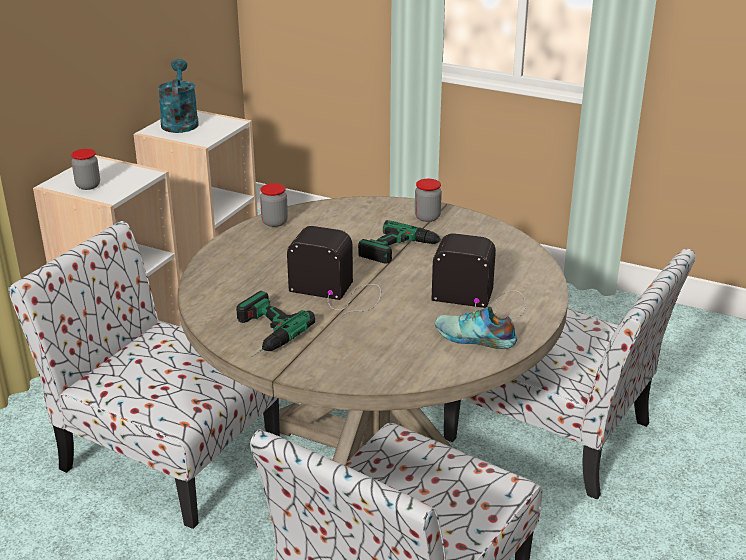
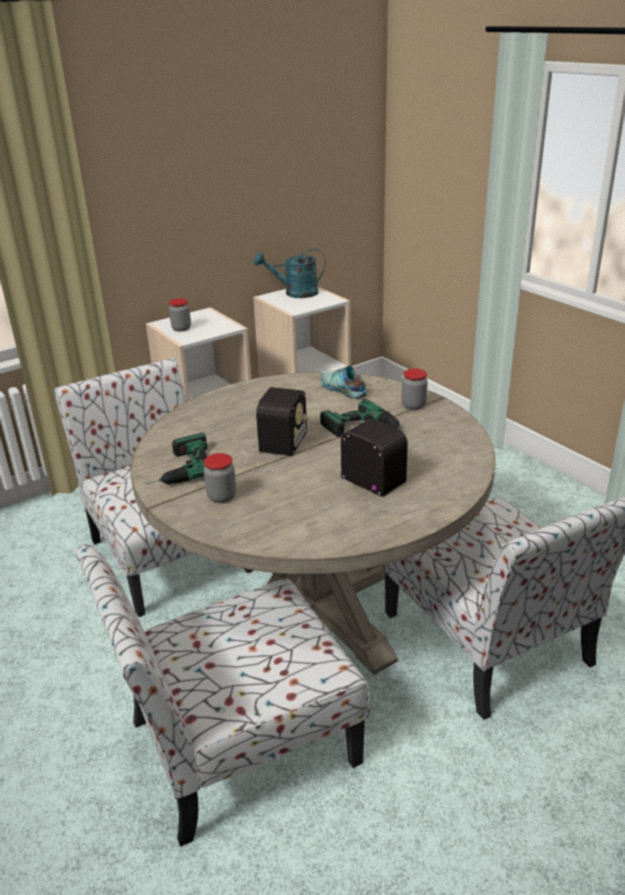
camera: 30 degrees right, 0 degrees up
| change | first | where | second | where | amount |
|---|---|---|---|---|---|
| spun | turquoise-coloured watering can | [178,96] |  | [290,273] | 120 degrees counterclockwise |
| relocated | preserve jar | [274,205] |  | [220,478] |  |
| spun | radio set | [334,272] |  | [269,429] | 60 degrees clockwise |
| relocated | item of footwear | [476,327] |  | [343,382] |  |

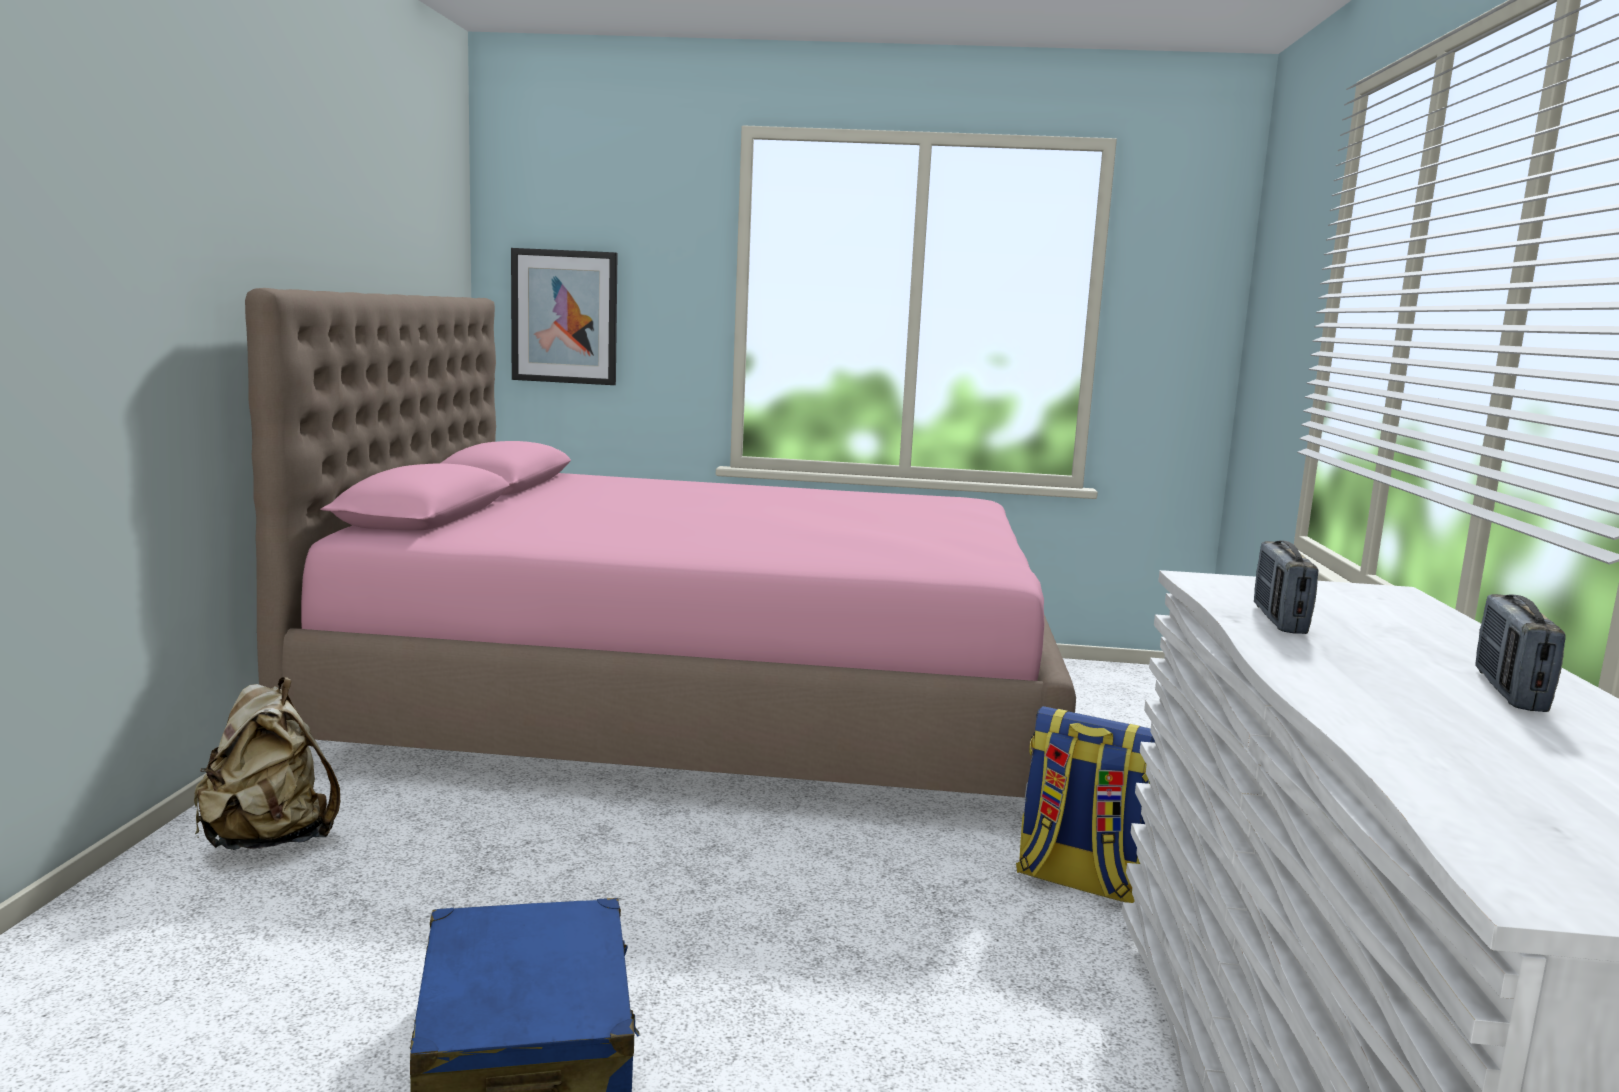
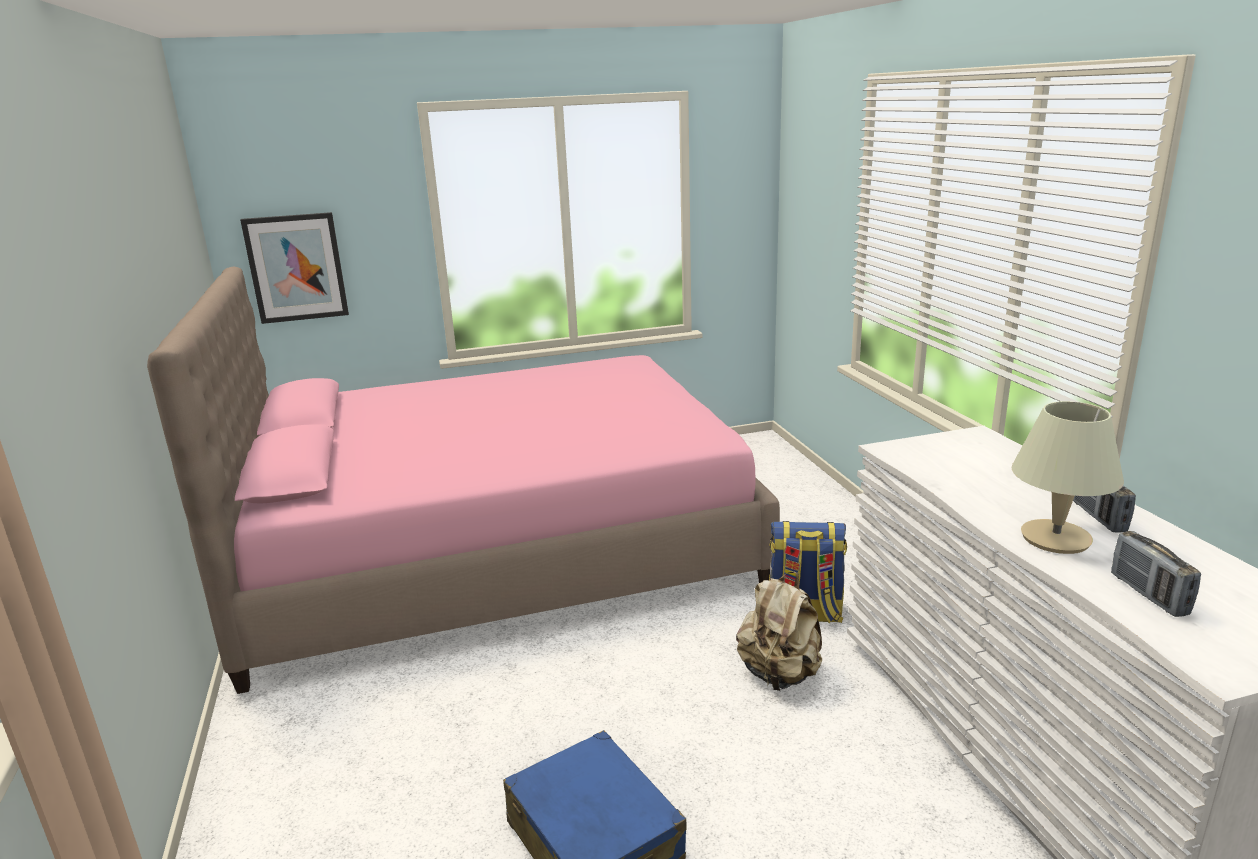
camera: 20 degrees left, 10 degrees up
| change | first | where | second | where | amount |
|---|---|---|---|---|---|
| relocated | beige-coloured knapsack | [267,763] |  | [779,631] |  |
| relocated | radio set | [1286,587] |  | [1156,574] |  |
| appeared |  |  | beige-coloured lamp for a table | [1068,477] |  |

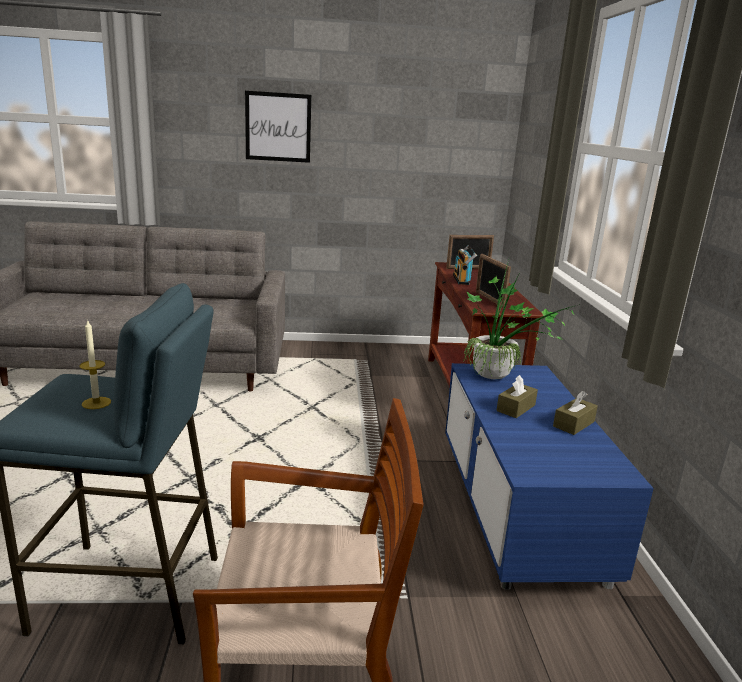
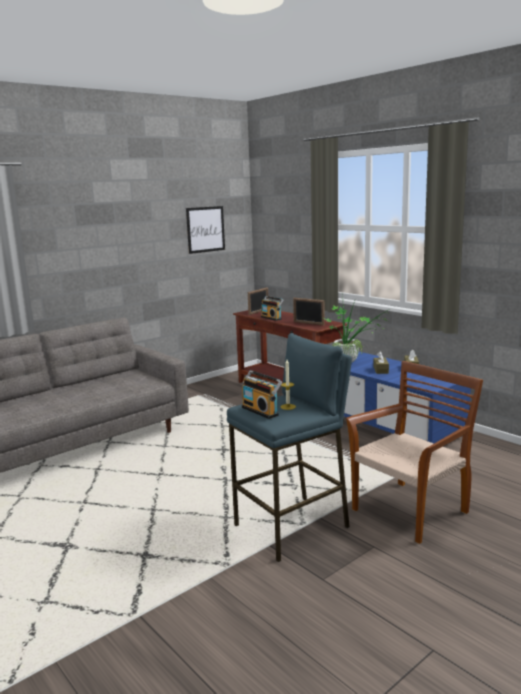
camera: 35 degrees left, 5 degrees down
| change | first | where | second | where | amount |
|---|---|---|---|---|---|
| relocated | wall art | [278,127] |  | [205,230] |  |
| appeared |  |  | radio set | [262,394] |  |

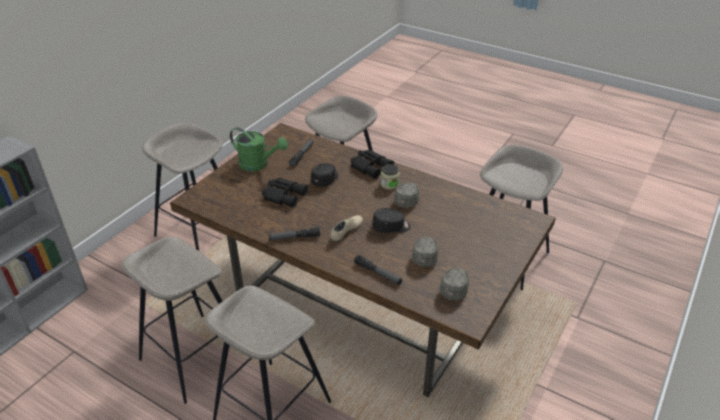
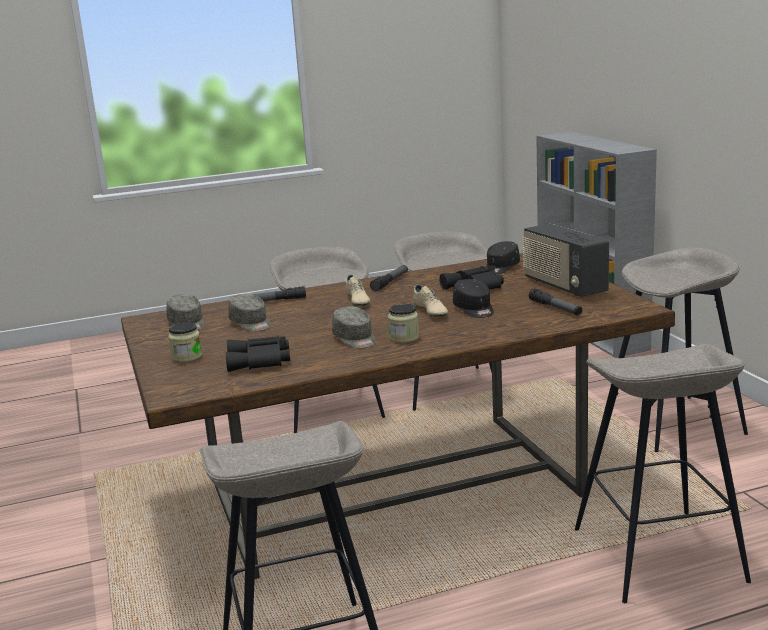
camera: 130 degrees right, 20 degrees down
| change | first | where | second | where | amount |
|---|---|---|---|---|---|
| exchanged | green-coloured watering can | [259,149] | radio set | [565,260] |  |
| relocated | blackish pair of binoculars | [372,164] |  | [258,354] |  |
| relocated | blackish peaked cap | [391,220] |  | [503,257] |  |
| appeared |  |  | preserve jar | [185,342] |  |
| appeared |  |  | beige-coloured item of footwear | [430,301] |  |

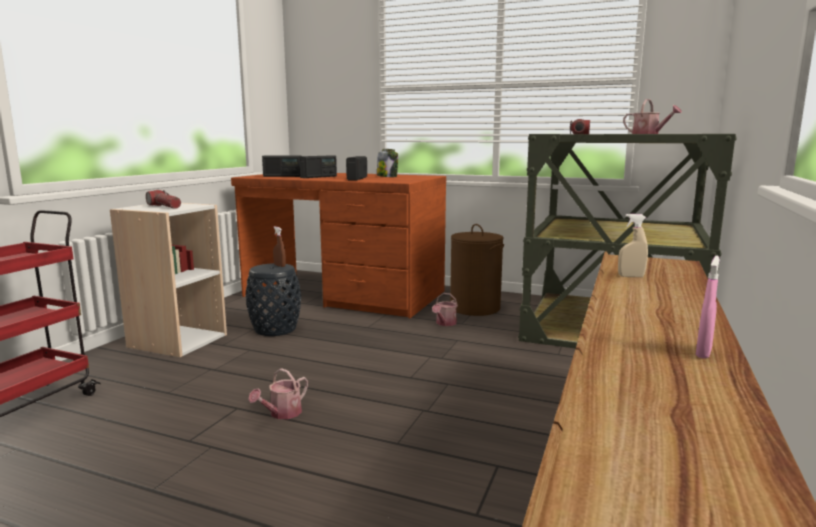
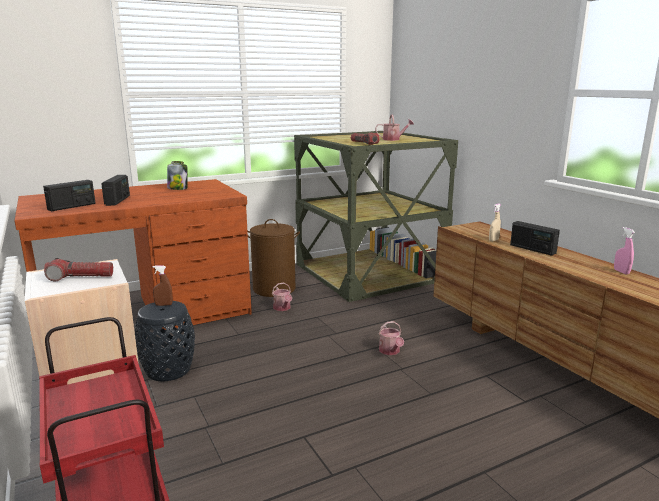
camera: 50 degrees left, 5 degrees up
| change | first | where | second | where | amount |
|---|---|---|---|---|---|
| relocated | watering can | [278,393] |  | [391,338] |  |
| relocated | radio set | [356,168] |  | [535,238] |  |

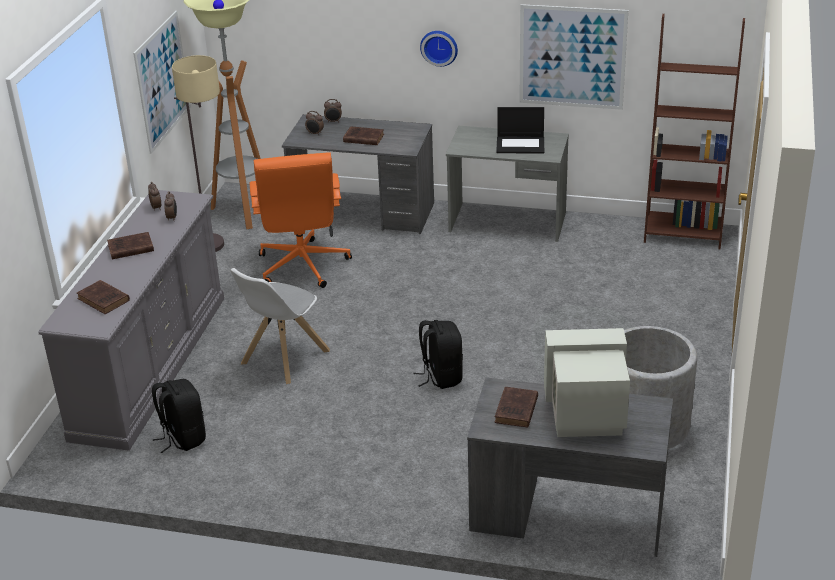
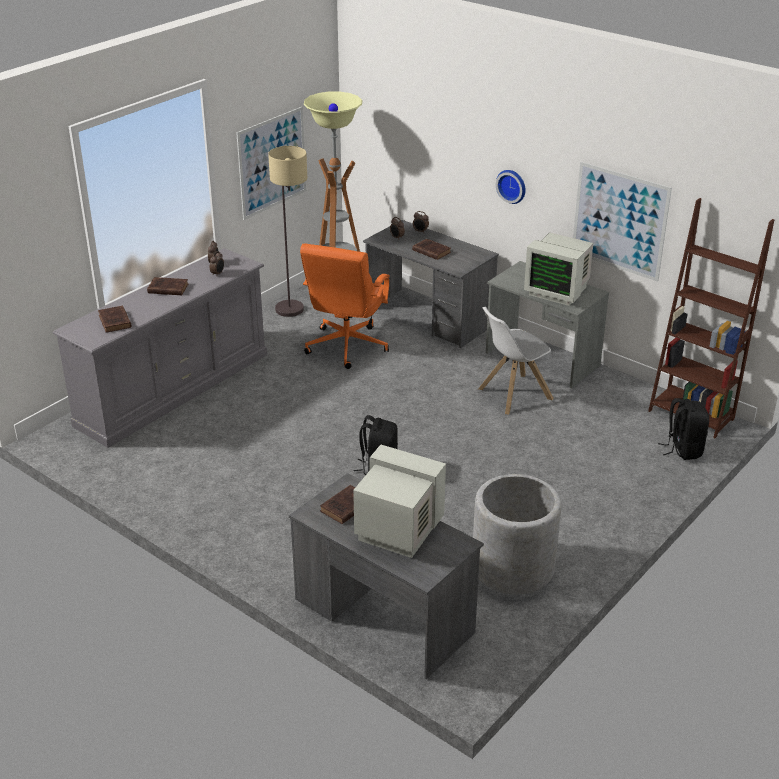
camera: 25 degrees right, 0 degrees up
| change | first | where | second | where | amount |
|---|---|---|---|---|---|
| relocated | blackish knapsack | [179,416] |  | [683,429] |  |
| relocated | plain chair | [280,326] |  | [516,360] |  |
| exchanged | laptop | [520,130] | monitor | [558,269] |  |

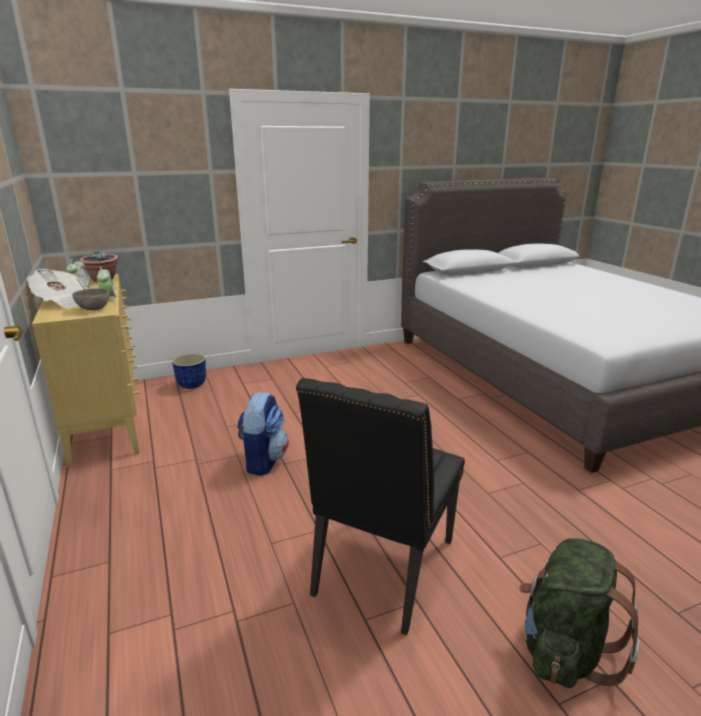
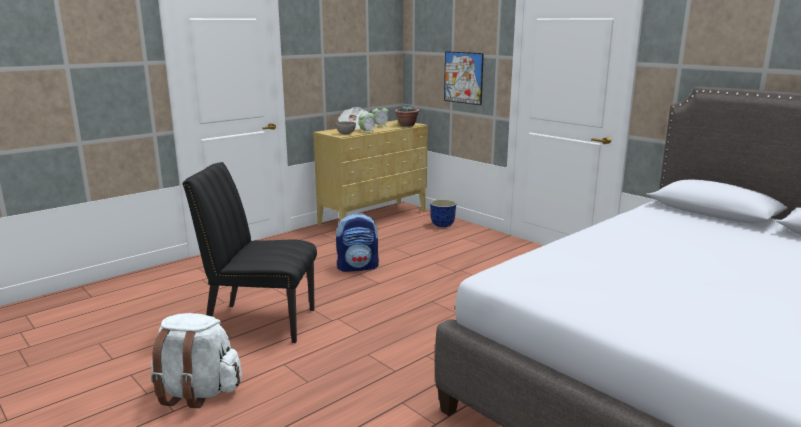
camera: 70 degrees right, 5 degrees down
| change | first | where | second | where | amount |
|---|---|---|---|---|---|
| colour | green-coloured knapsack | [579,613] | whitish knapsack | [196,360] |  |
| appeared |  |  | wall art | [464,78] |  |

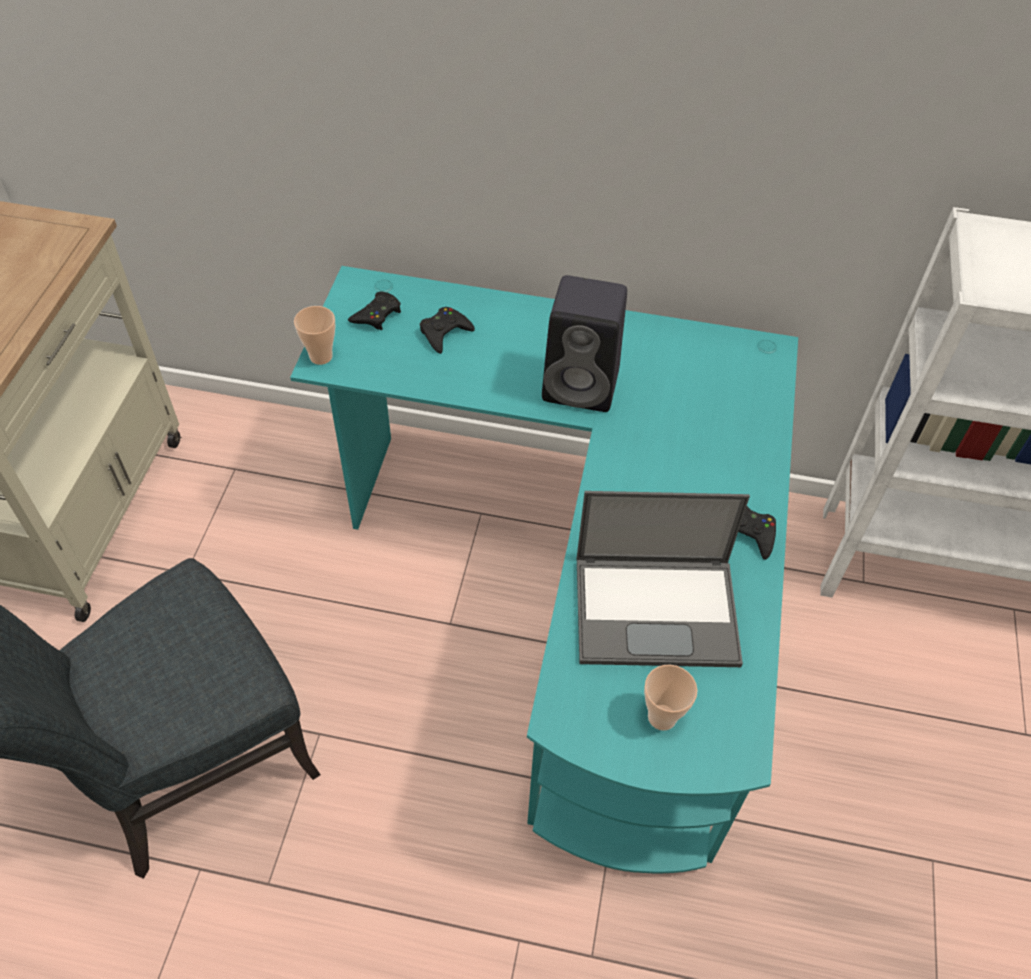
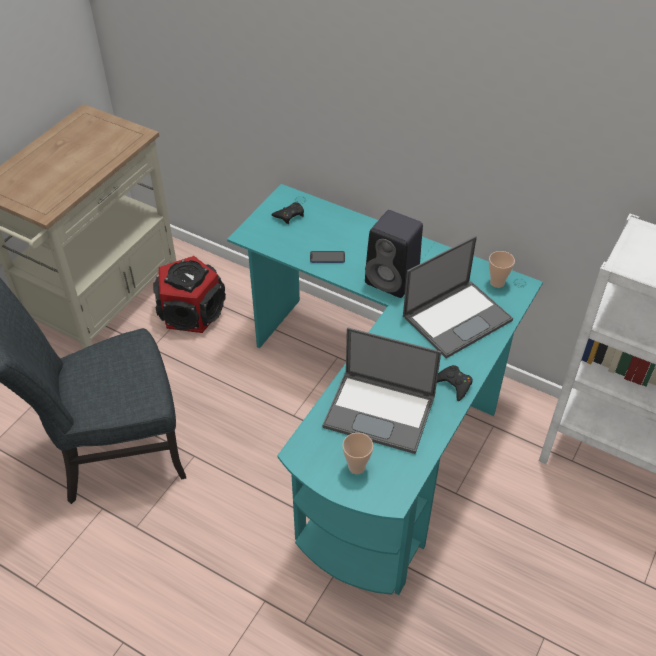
camera: 20 degrees right, 5 degrees down
| change | first | where | second | where | amount |
|---|---|---|---|---|---|
| relocated | drinking cup | [314,335] |  | [502,269] |  |
| missing | blackish gamepad | [447,330] |  |  |  |
| appeared |  |  | loudspeaker | [189,294] |  |
| appeared |  |  | handset | [327,257] |  |
| appeared |  |  | laptop | [458,297] |  |

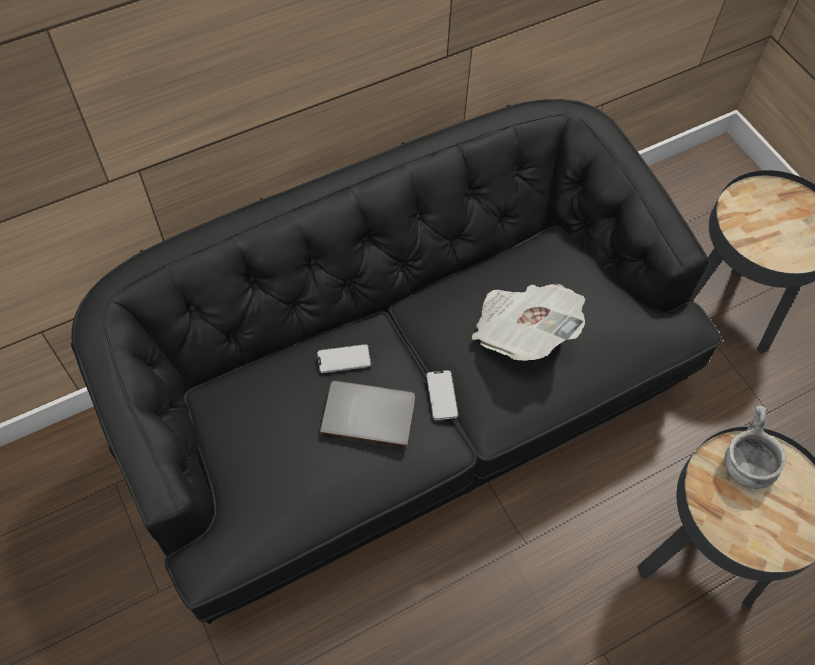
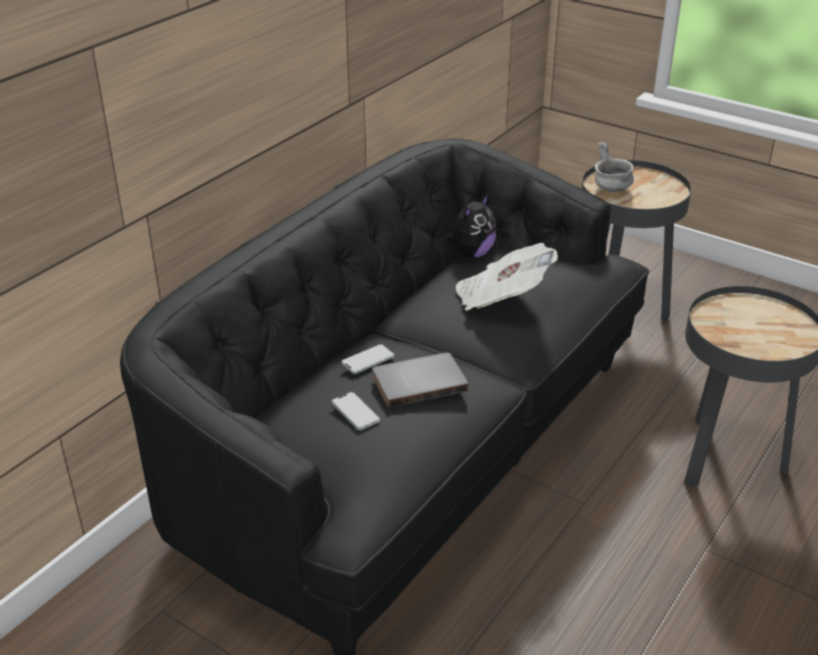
camera: 25 degrees left, 25 degrees down
| change | first | where | second | where | amount |
|---|---|---|---|---|---|
| relocated | handset | [442,395] |  | [356,411] |  |
| relocated | gray bowl | [755,447] |  | [614,167] |  |
| appeared |  |  | cuddly toy | [471,226] |  |

